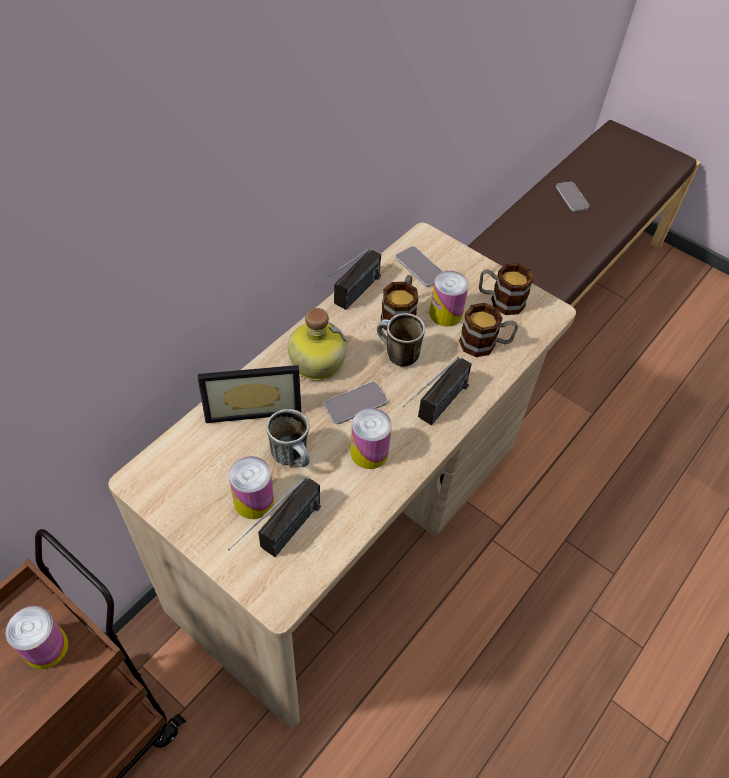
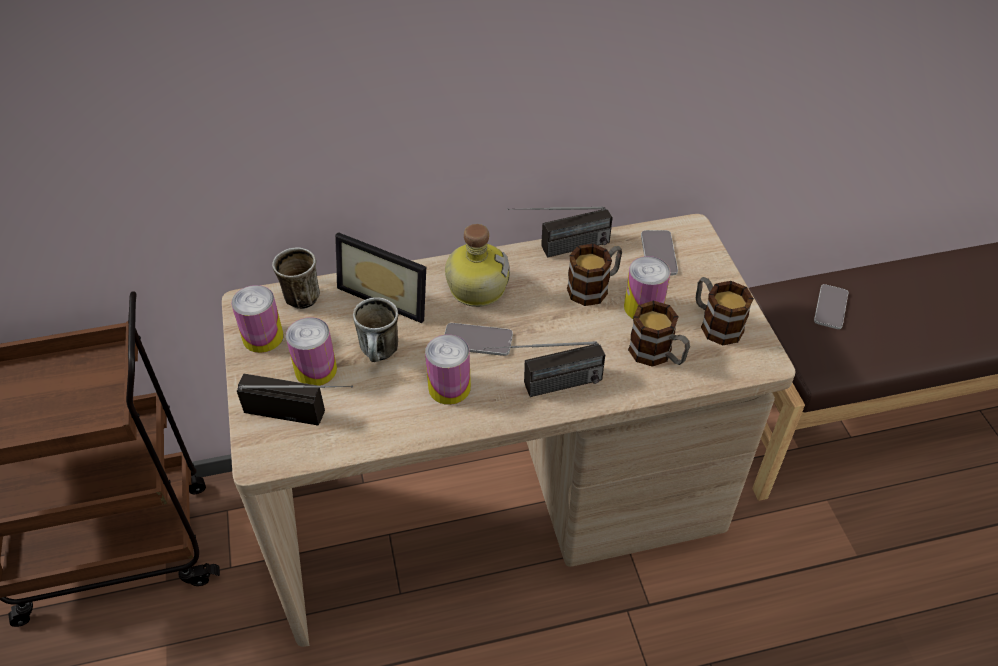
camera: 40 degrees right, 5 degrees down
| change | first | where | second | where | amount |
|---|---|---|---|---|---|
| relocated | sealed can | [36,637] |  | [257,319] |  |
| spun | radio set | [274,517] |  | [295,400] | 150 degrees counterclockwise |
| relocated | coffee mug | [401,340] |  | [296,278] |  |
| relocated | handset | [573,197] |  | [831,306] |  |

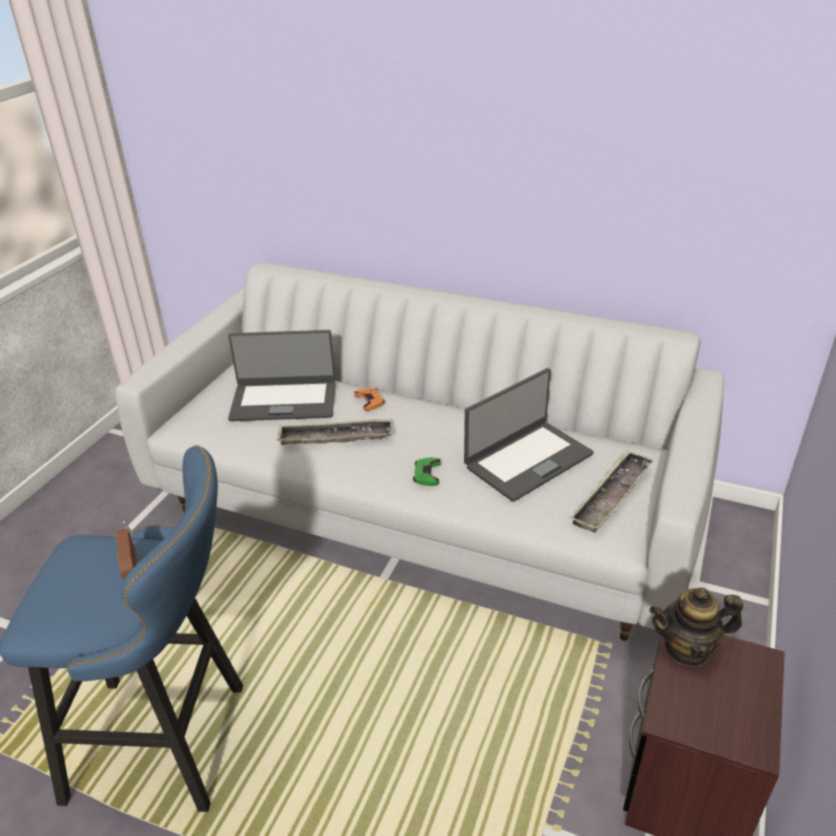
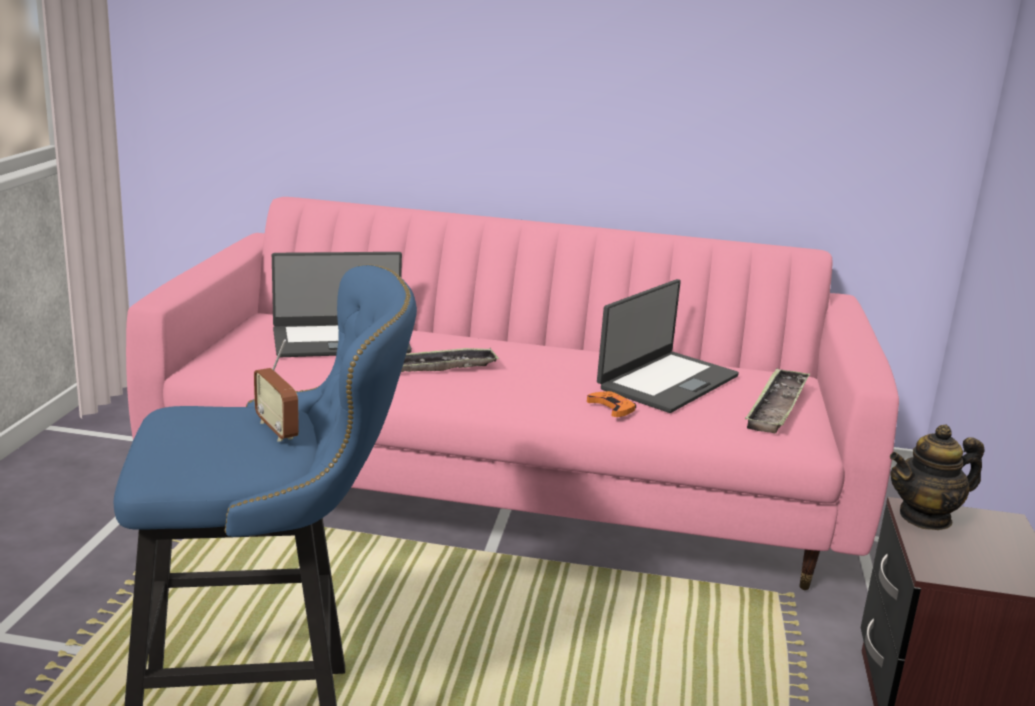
camera: 15 degrees left, 15 degrees down
| change | first | where | second | where | amount |
|---|---|---|---|---|---|
| colour | whitish settee | [419,451] | pink-coloured settee | [512,393] |  |
| relocated | orangey gamepad | [369,399] |  | [611,404] |  |
| missing | green-coloured gamepad | [427,472] |  |  |  |

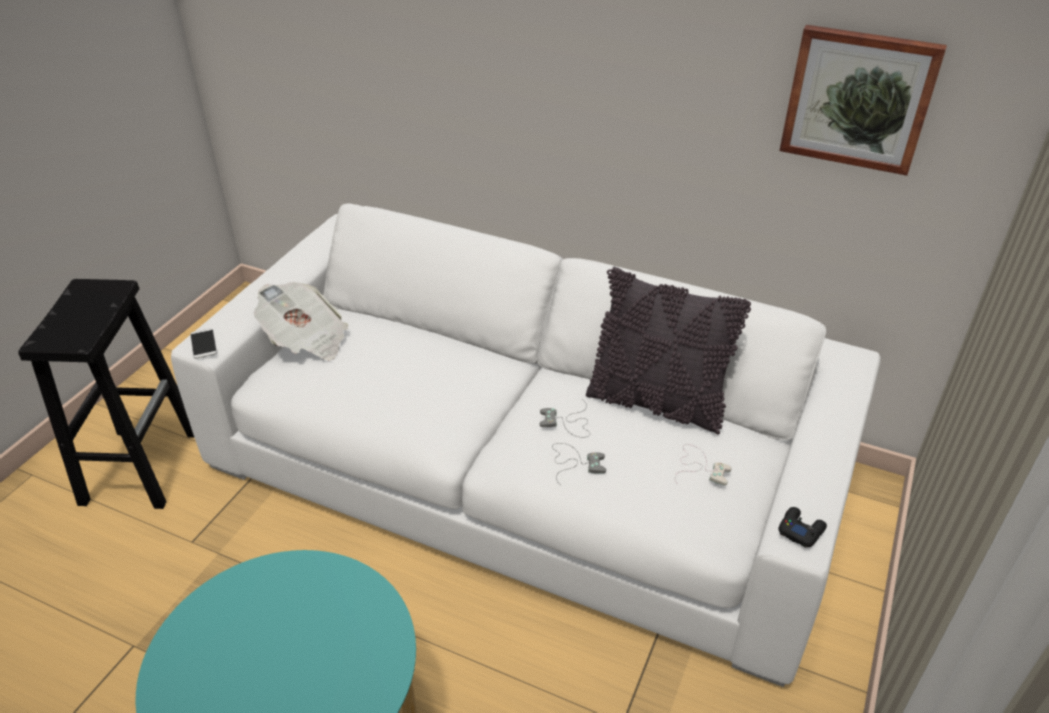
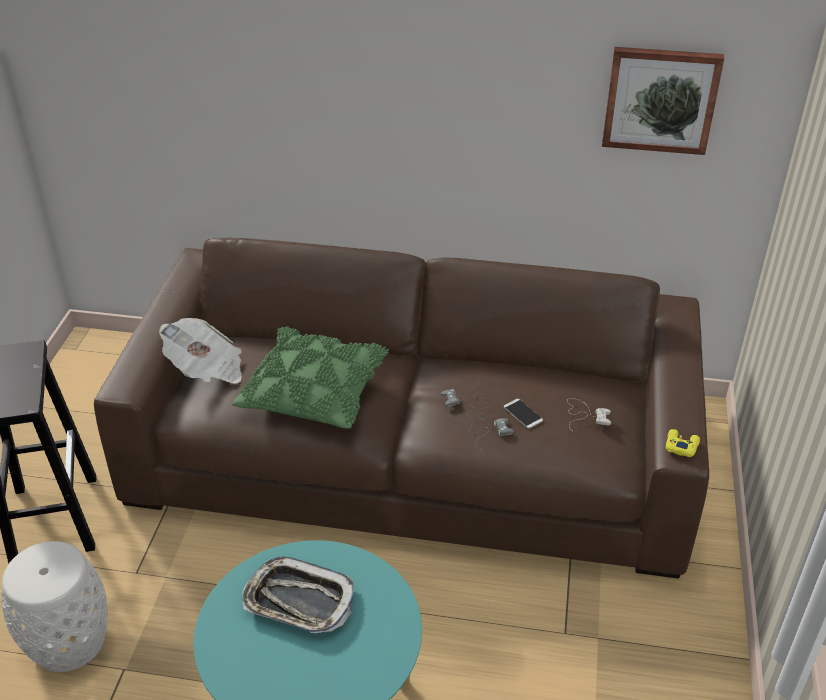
camera: 15 degrees left, 0 degrees up
| change | first | where | second | where | amount |
|---|---|---|---|---|---|
| colour | whitish settee | [526,445] | brown-coloured settee | [401,408] |  |
| relocated | handset | [203,343] |  | [523,414] |  |
| missing | blackish pillow | [668,351] |  |  |  |
| colour | blackish gamepad | [803,527] | yellow-coloured gamepad | [683,443] |  |
| appeared |  |  | whitish stool seat | [54,606] |  |
| appeared |  |  | green-coloured pillow | [310,377] |  |
| appeared |  |  | serving tray | [298,594] |  |

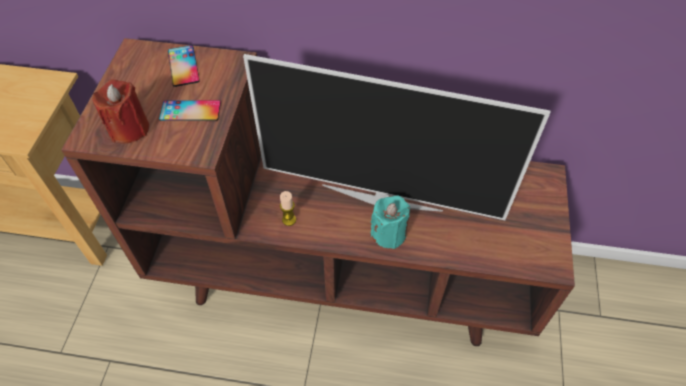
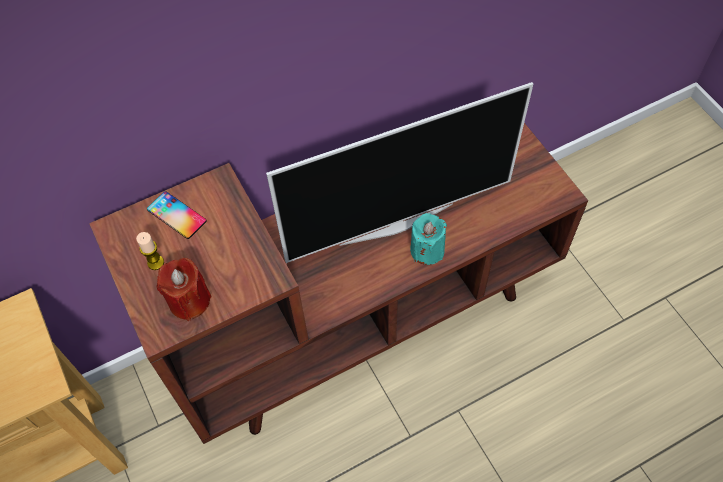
camera: 35 degrees left, 5 degrees up
| change | first | where | second | where | amount |
|---|---|---|---|---|---|
| missing | handset | [190,110] |  |  |  |
| relocated | candle | [288,208] |  | [150,251] |  |

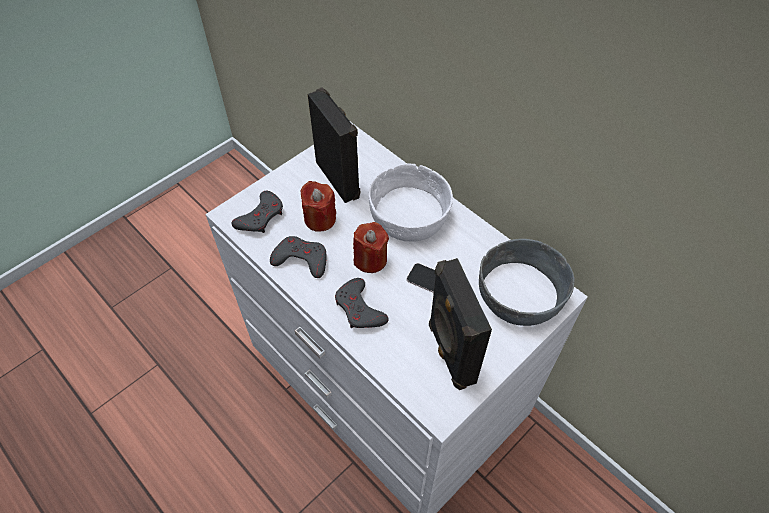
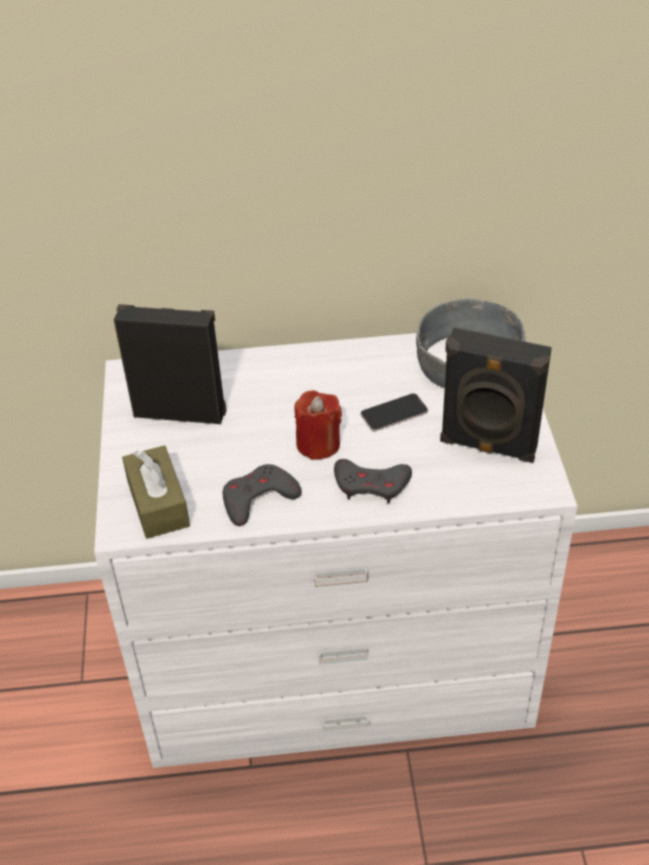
camera: 50 degrees left, 10 degrees down
| change | first | where | second | where | amount |
|---|---|---|---|---|---|
| exchanged | gray gamepad | [257,212] | brown-coloured tissue box | [156,492] |  |
| missing | red-coloured candle | [318,206] |  |  |  |
| missing | whitish bowl | [411,202] |  |  |  |

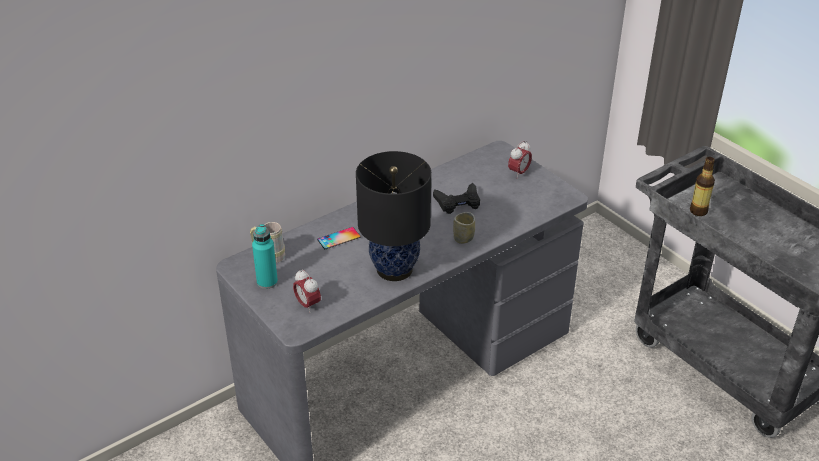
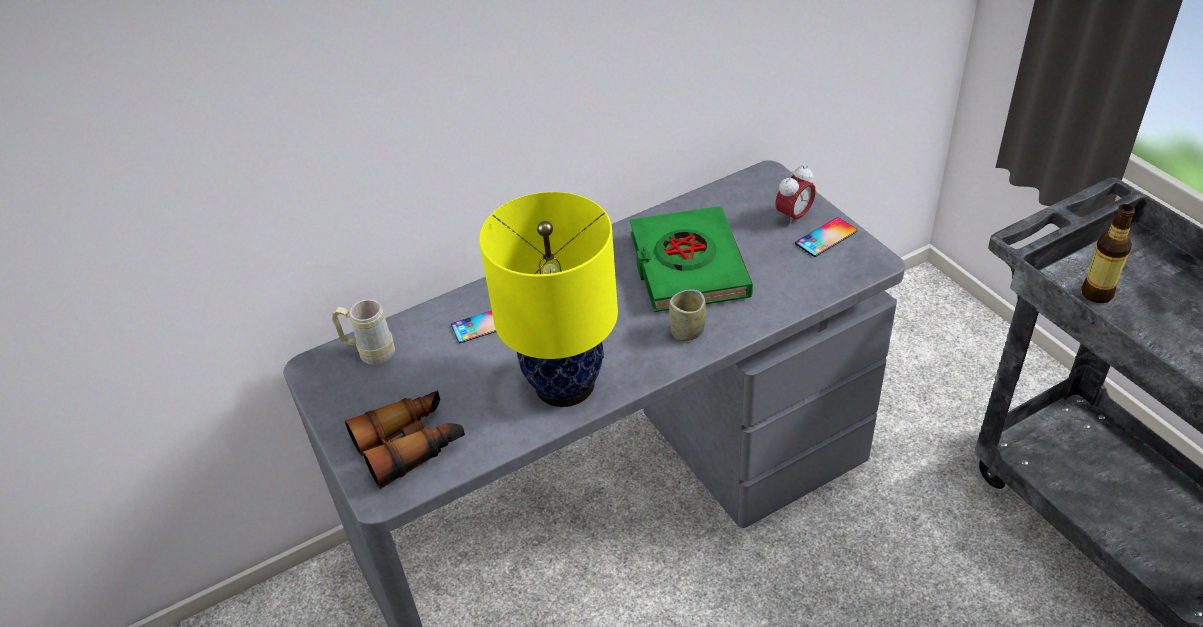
camera: 10 degrees right, 5 degrees up
| change | first | where | second | where | amount |
|---|---|---|---|---|---|
| missing | turquoise-coloured bottle | [265,256] |  |  |  |
| exchanged | alarm clock | [307,291] | pair of binoculars | [405,439] |  |
| colour | blackish lamp for a table | [393,216] | yellow-coloured lamp for a table | [548,299] |  |
| exchanged | blackish gamepad | [456,198] | green-coloured volume | [691,259] |  |
| appeared |  |  | handset | [826,237] |  |

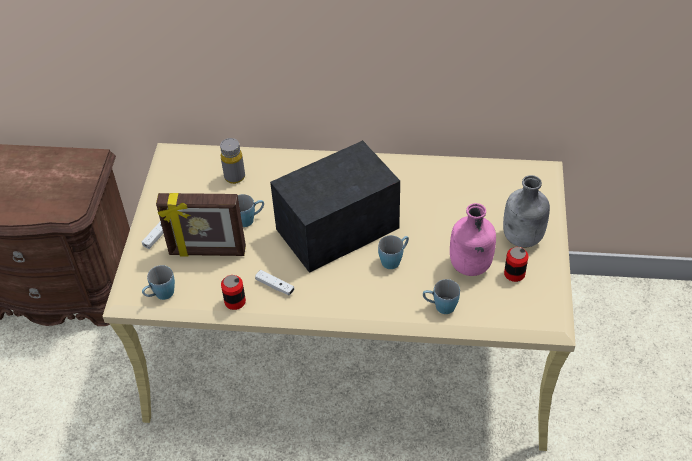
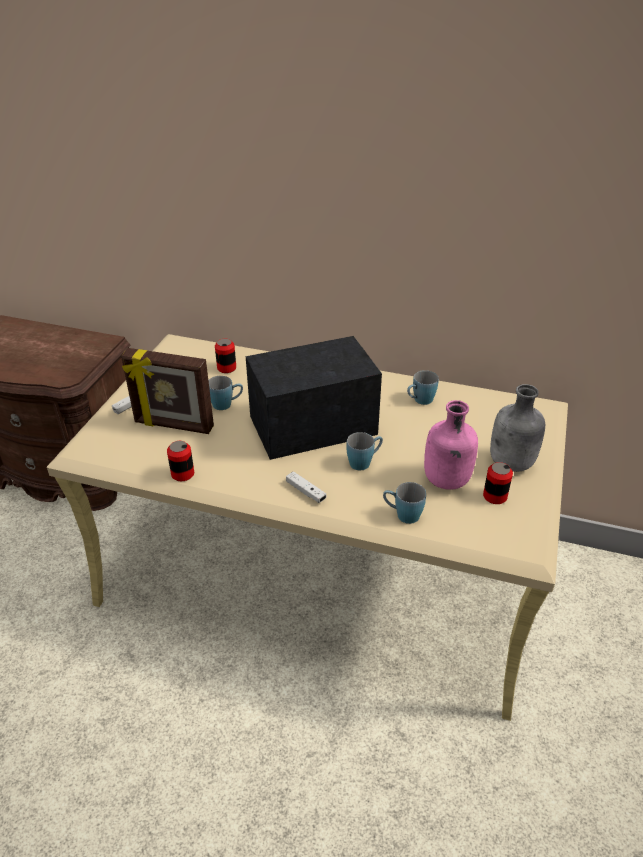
camera: 10 degrees right, 10 degrees down
| change | first | where | second | where | amount |
|---|---|---|---|---|---|
| relocated | blue coffee mug | [158,282] |  | [423,387] |  |
| exchanged | gray bottle | [232,161] | sealed can | [225,356] |  |
| relocated | whitish gamepad | [274,283] |  | [306,487] |  |

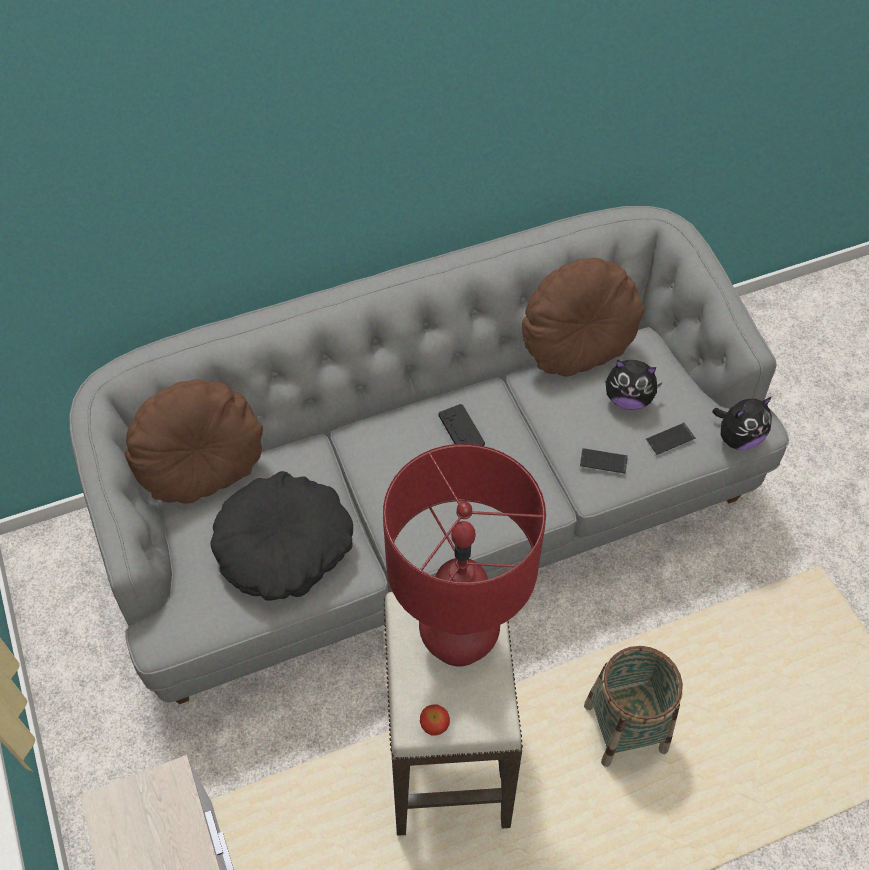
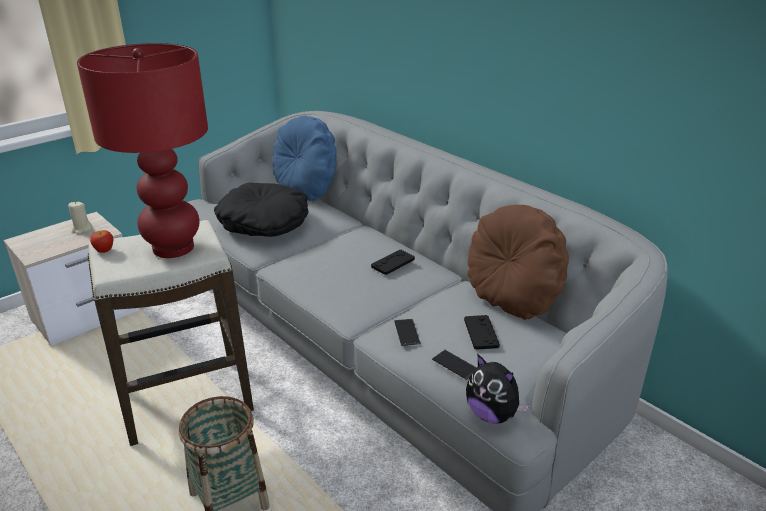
camera: 70 degrees right, 25 degrees down
| change | first | where | second | where | amount |
|---|---|---|---|---|---|
| colour | brown-coloured pillow | [194,441] | blue pillow | [305,158] |  |
| exchanged | cuddly toy | [634,385] | blackish gamepad | [482,332] |  |
| appeared |  |  | beige-coloured candle | [80,218] |  |

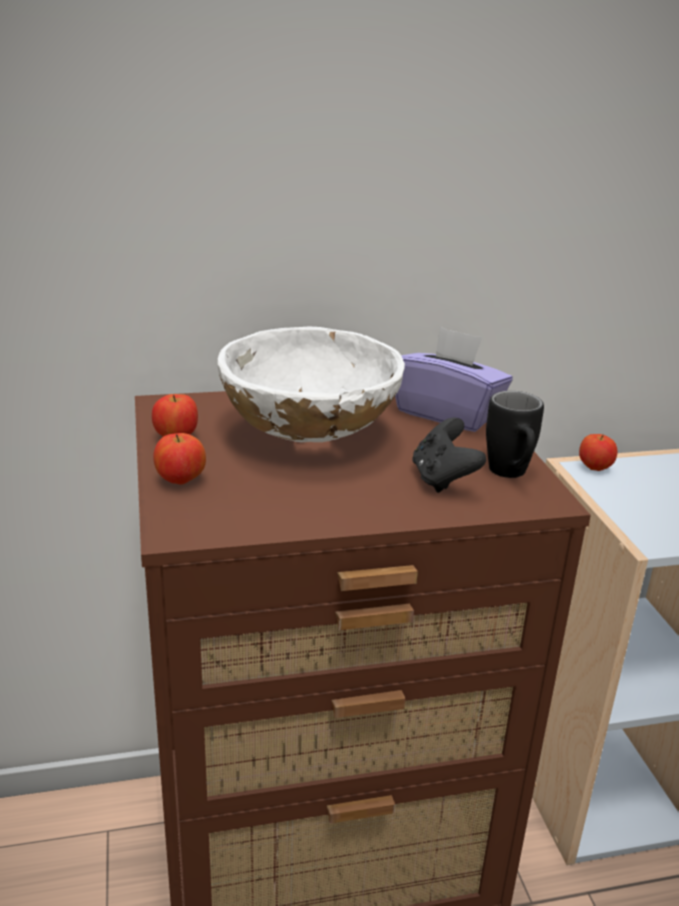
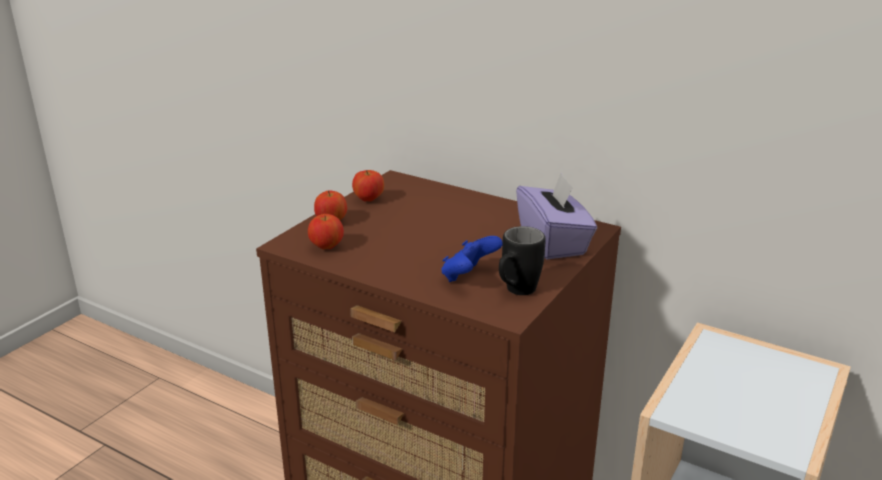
camera: 45 degrees right, 0 degrees up
| change | first | where | second | where | amount |
|---|---|---|---|---|---|
| missing | whitish bowl | [311,384] |  |  |  |
| colour | blackish gamepad | [449,455] | blue gamepad | [472,259] |  |
| relocated | whole apple | [598,452] |  | [326,232] |  |

